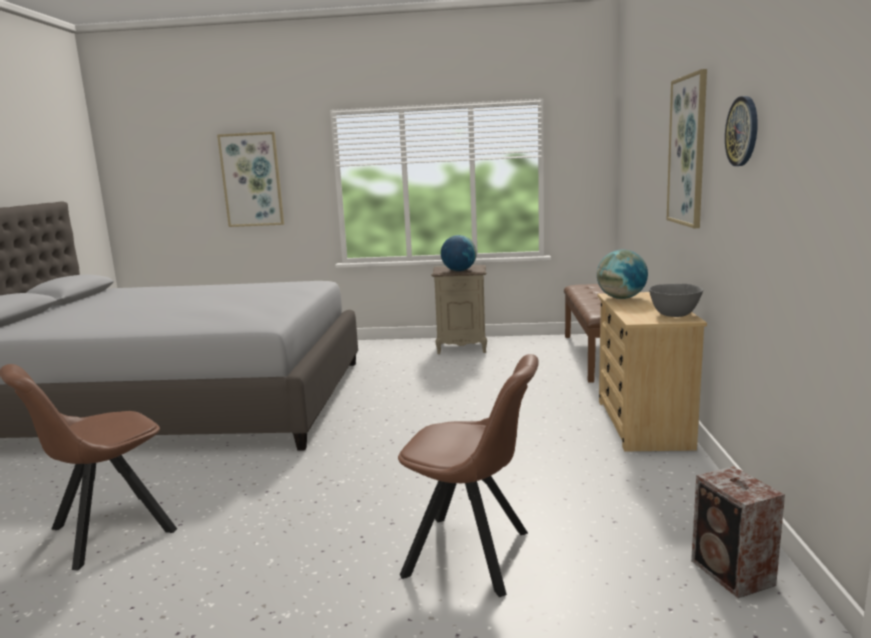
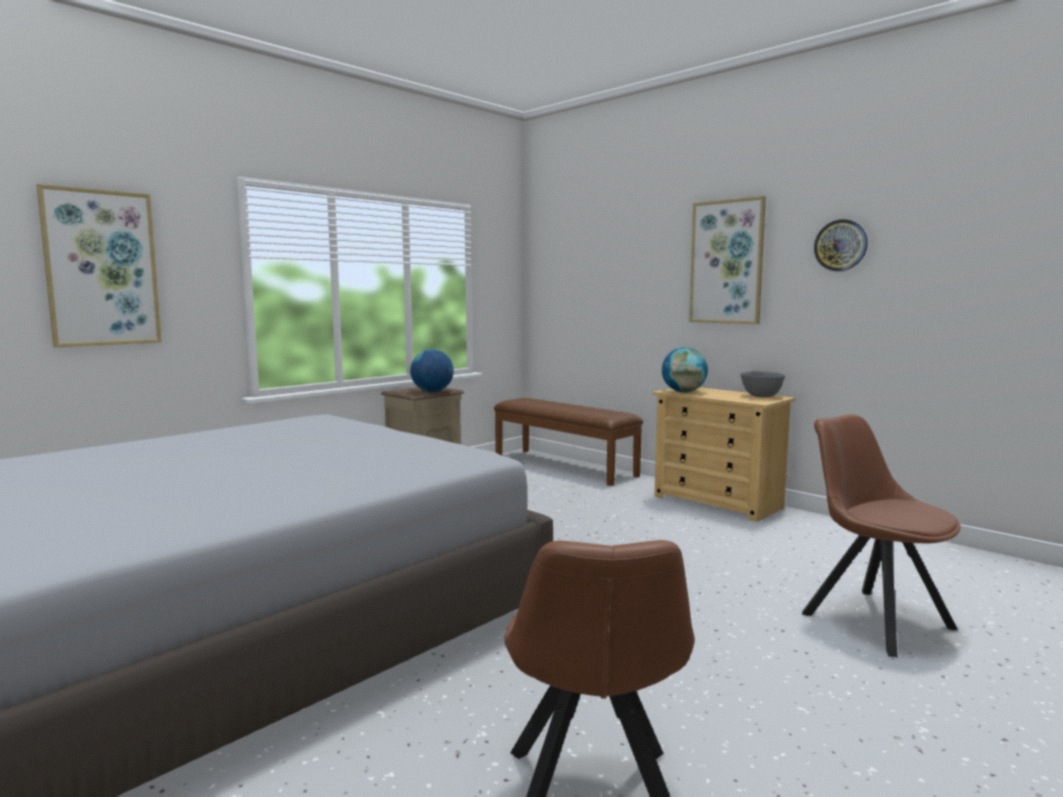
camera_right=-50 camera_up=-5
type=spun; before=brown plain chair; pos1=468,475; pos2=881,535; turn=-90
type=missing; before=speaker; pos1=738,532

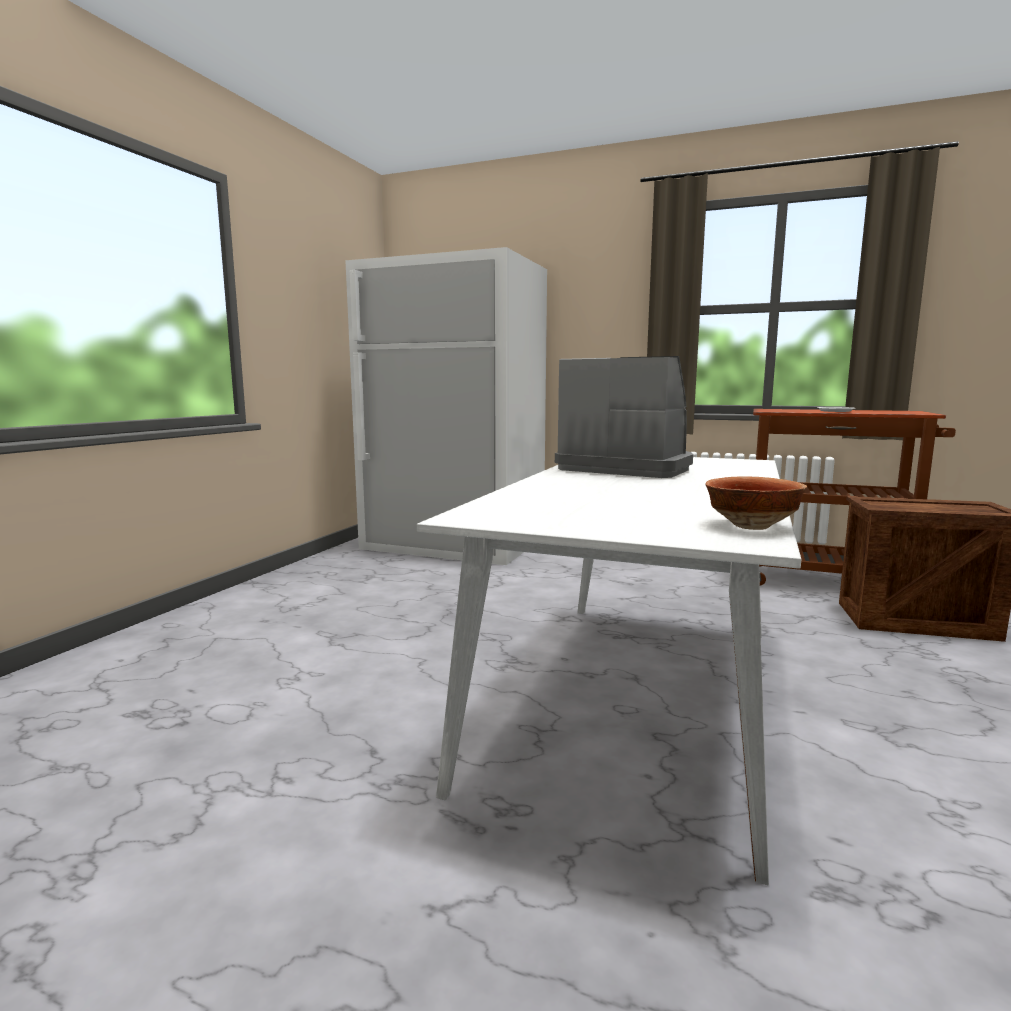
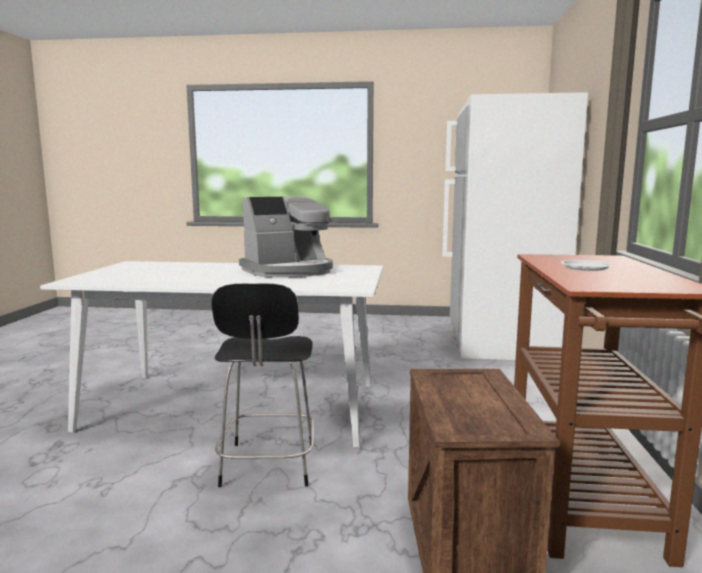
camera_right=75 camera_up=0
type=appeared; after=black plain chair; pos2=263,385
type=spun; before=coffee machine; pos1=624,417; pos2=286,237; turn=45
type=missing; before=serving bowl; pos1=756,503

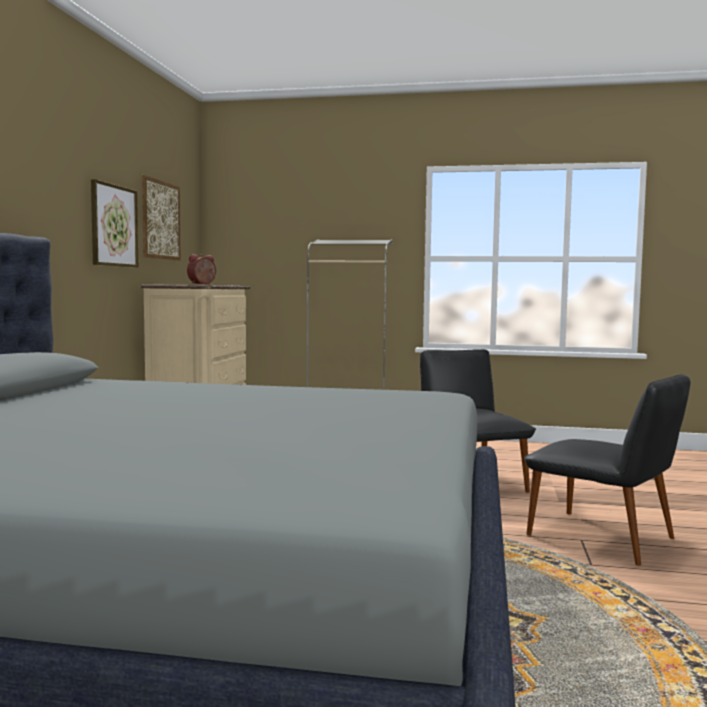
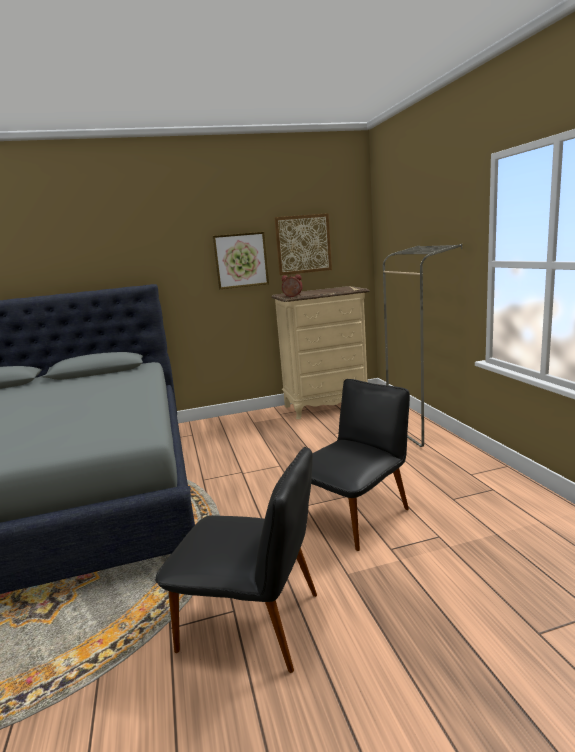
camera_right=65 camera_up=10
type=spun; before=black plain chair; pos1=607,470; pos2=236,560; turn=-90

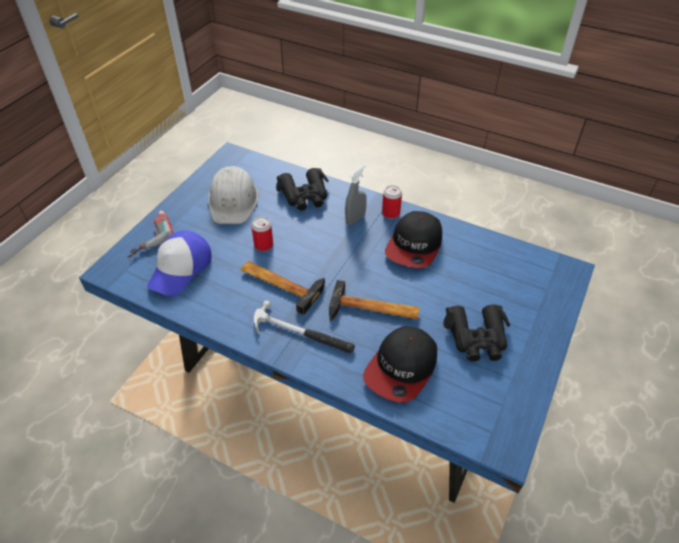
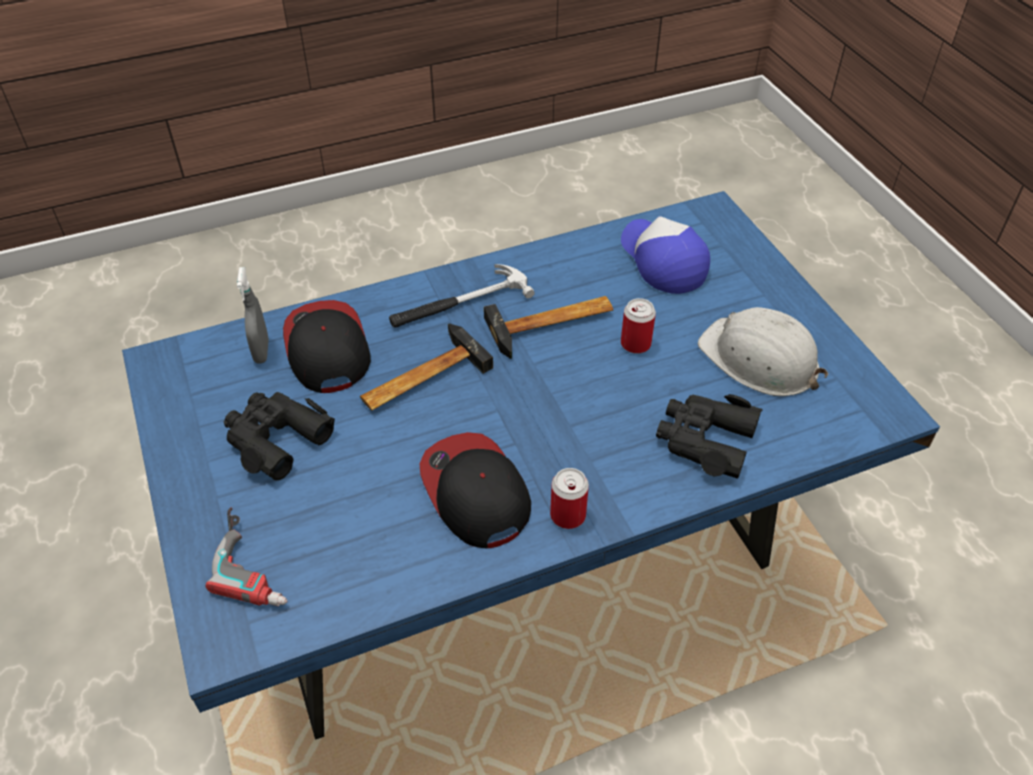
camera_right=130 camera_up=0
type=relocated; before=drill; pos1=150,234; pos2=246,556
type=relocated; before=greyish sprayer; pos1=356,195; pos2=253,315

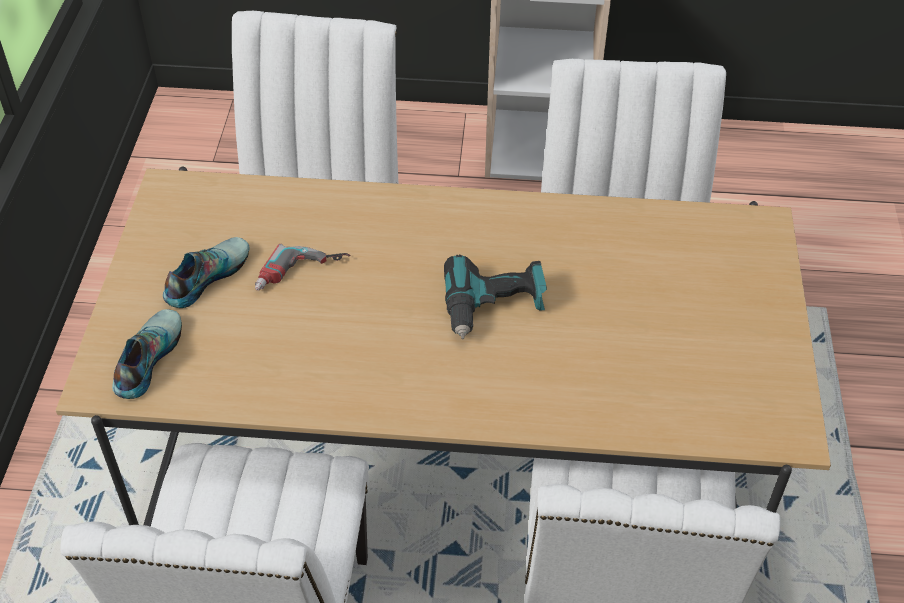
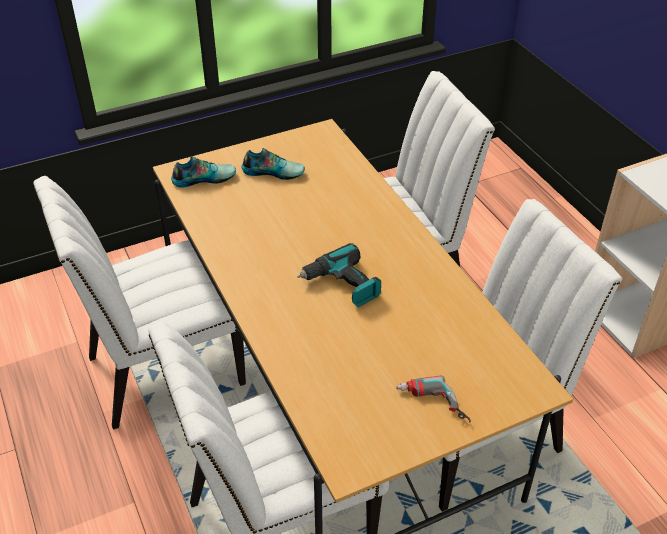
camera_right=60 camera_up=-5
type=relocated; before=drill; pos1=303,267; pos2=433,399

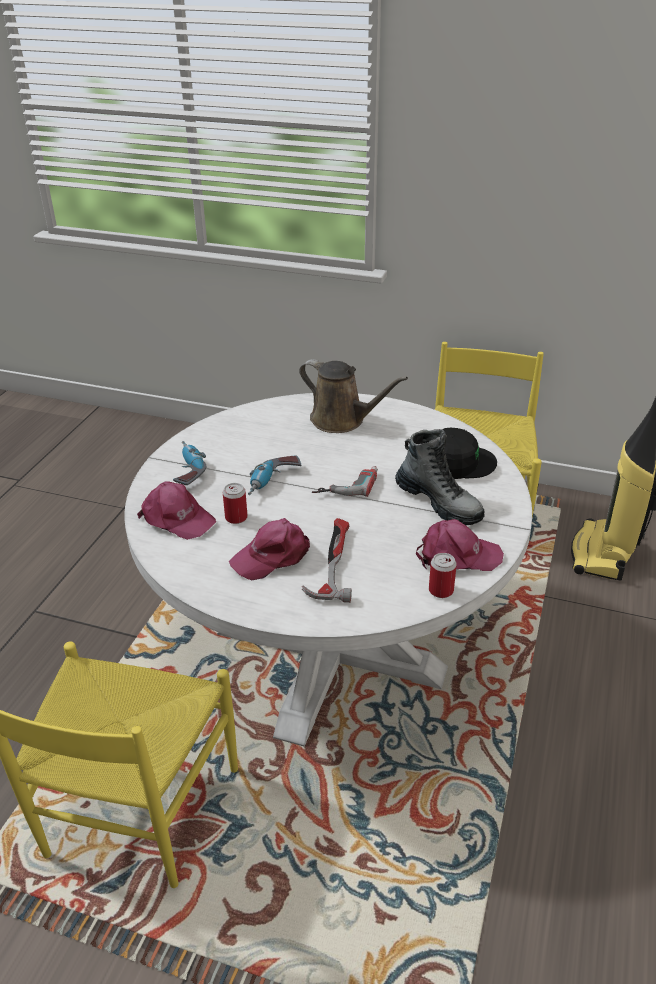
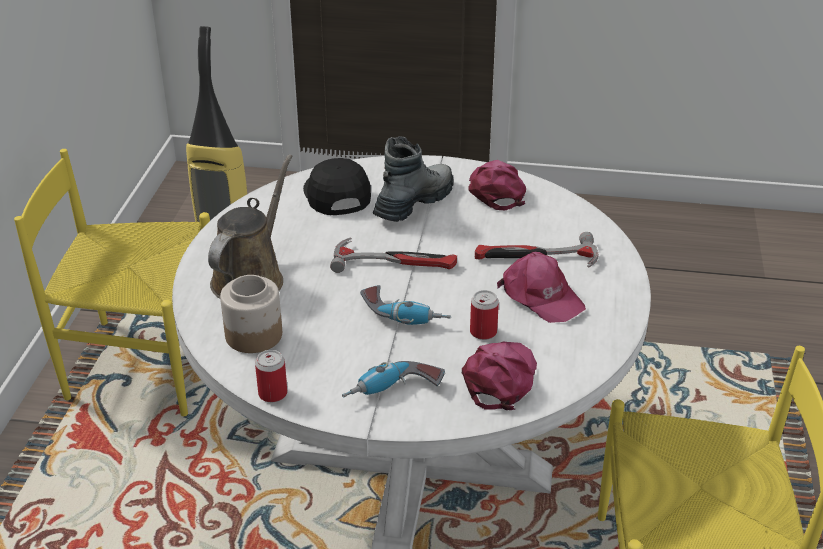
camera_right=-100 camera_up=0
type=appeared; after=jar; pos2=251,314
type=relocated; before=sealed can; pos1=443,575; pos2=271,376
type=exchanged; before=drill; after=tool hammer; pos1=345,481; pos2=393,255

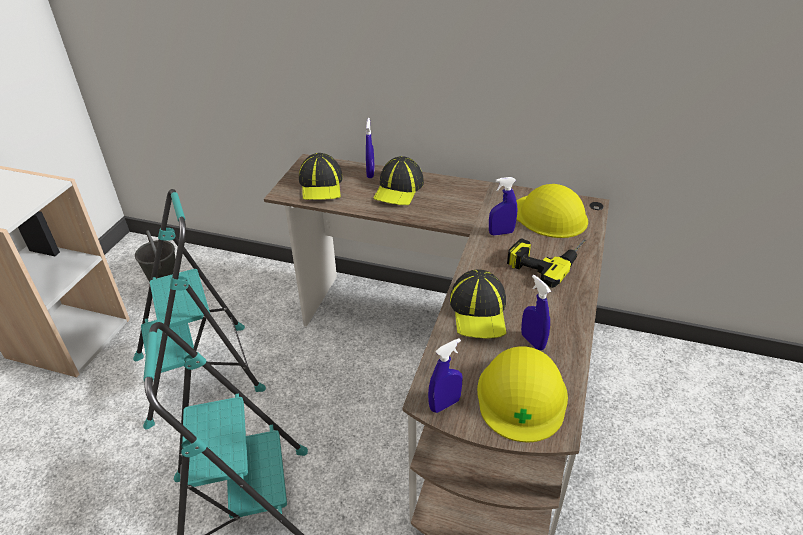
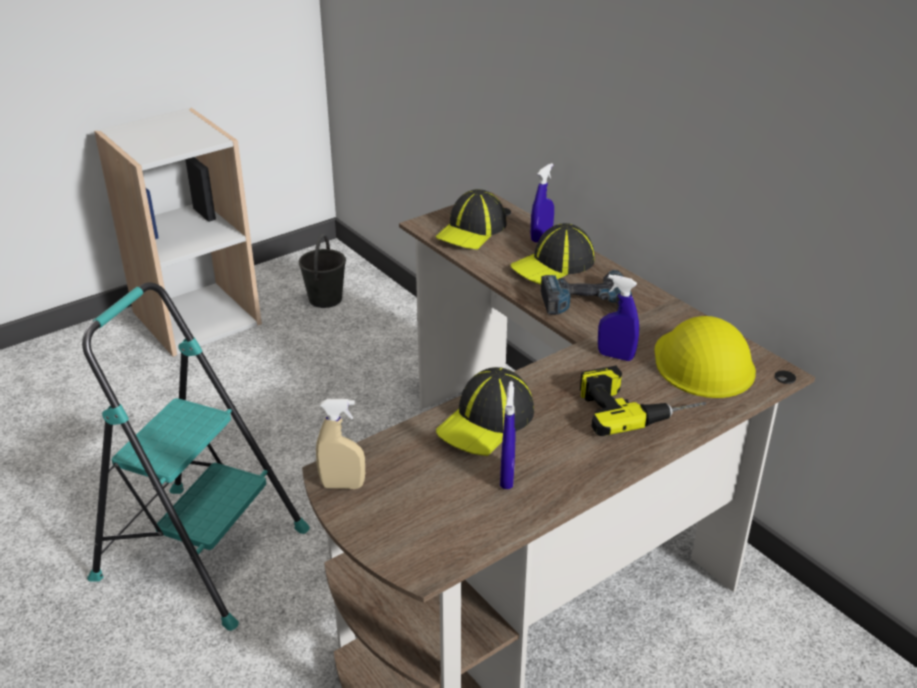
camera_right=35 camera_up=-5
type=colour; before=blue-coloured sprayer; after=beige sprayer; pos1=445,375; pos2=340,444
type=appeared; after=drill; pos2=586,292
type=missing; before=turquoise step stool; pos1=199,309
type=missing; before=yellow-coloured safety helmet; pos1=522,394

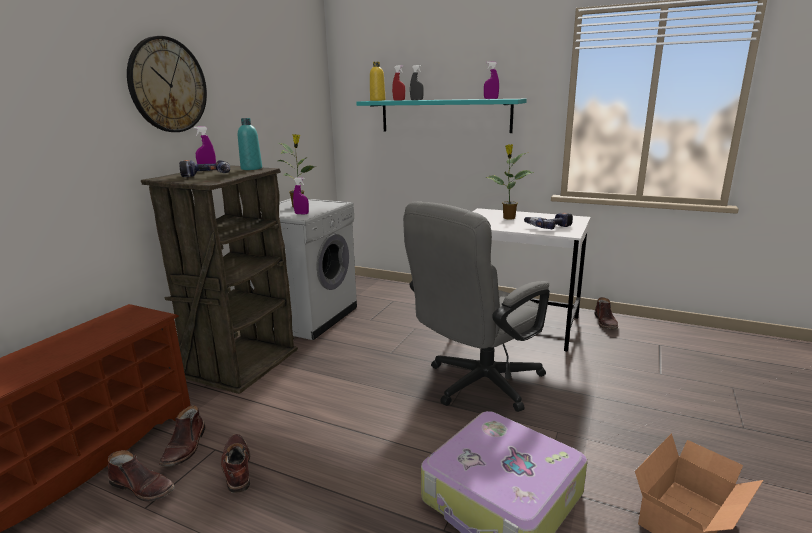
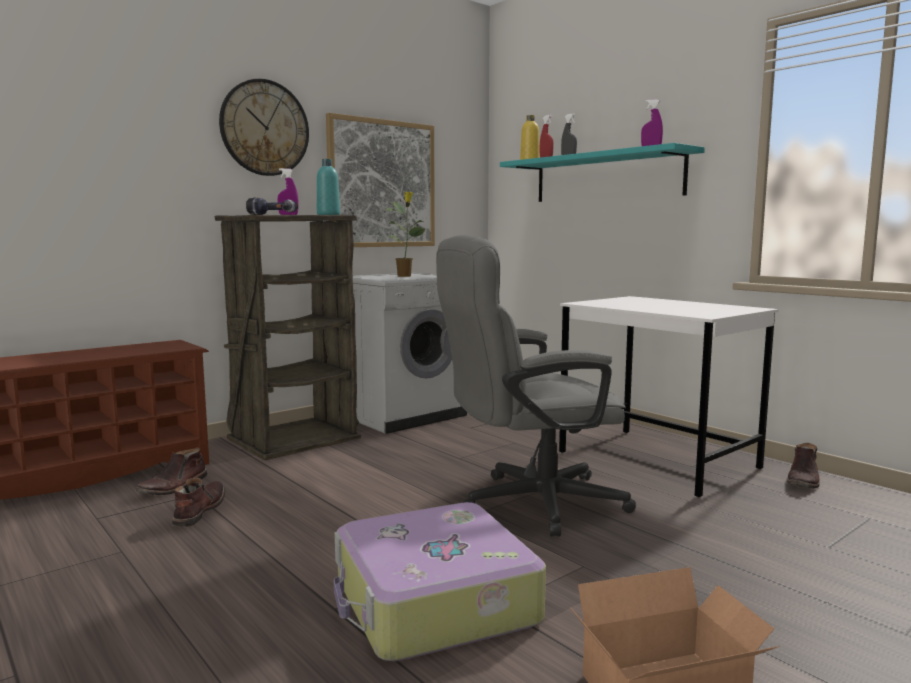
camera_right=25 camera_up=-10
type=appeared; after=picture; pos2=380,180
type=missing; before=brown boot; pos1=141,475
type=missing; before=purple-coloured sprayer; pos1=301,196
type=missing; before=houseplant; pos1=510,181
type=missing; before=drill; pos1=548,220

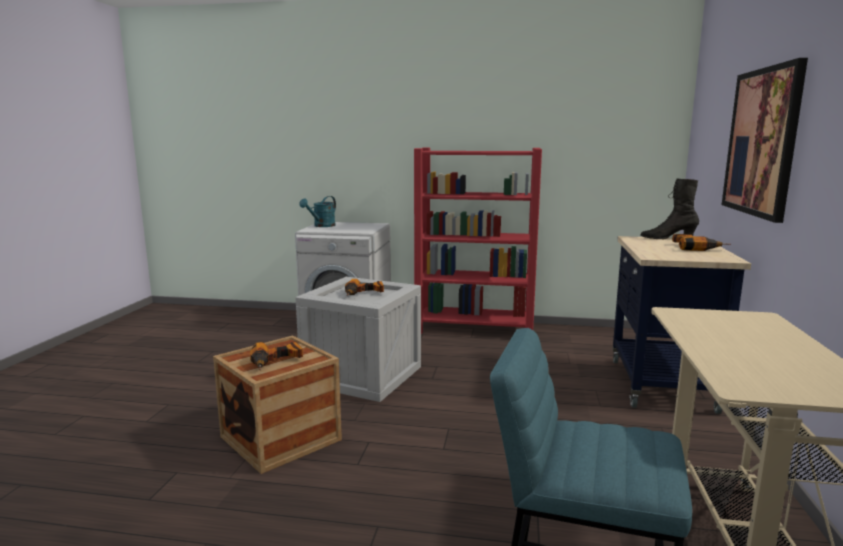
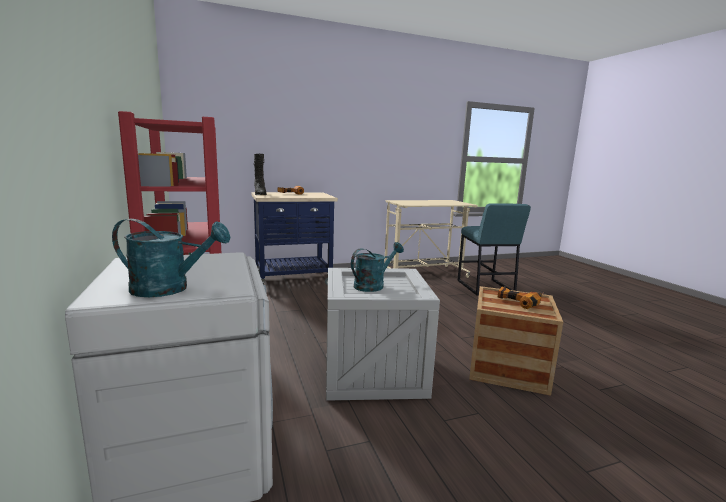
camera_right=-120 camera_up=0
type=exchanged; before=drill; after=turquoise watering pot; pos1=364,287; pos2=377,267
type=missing; before=picture; pos1=765,140

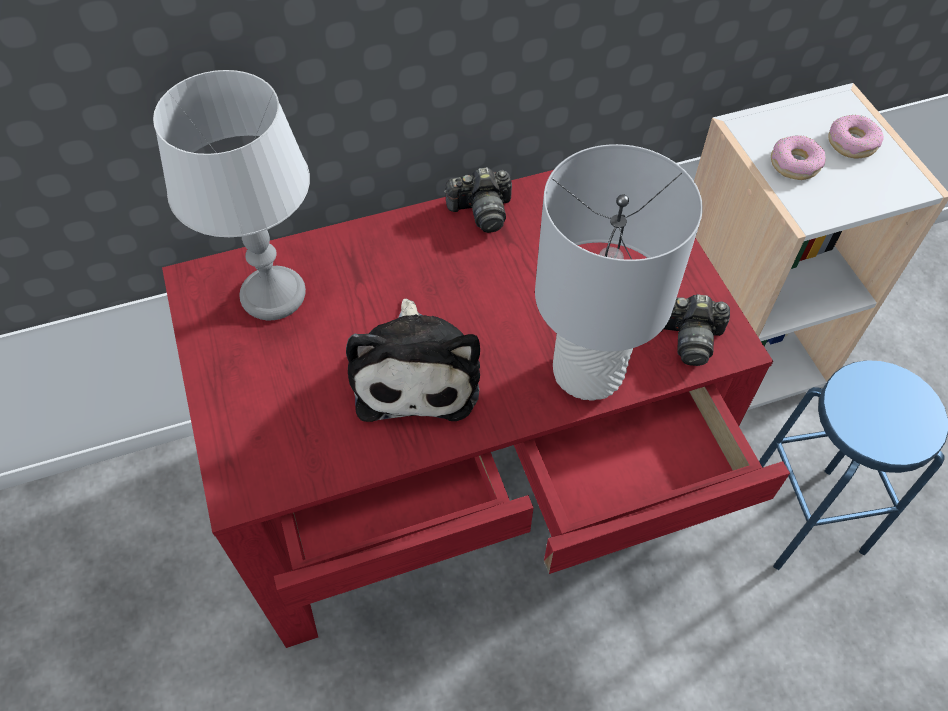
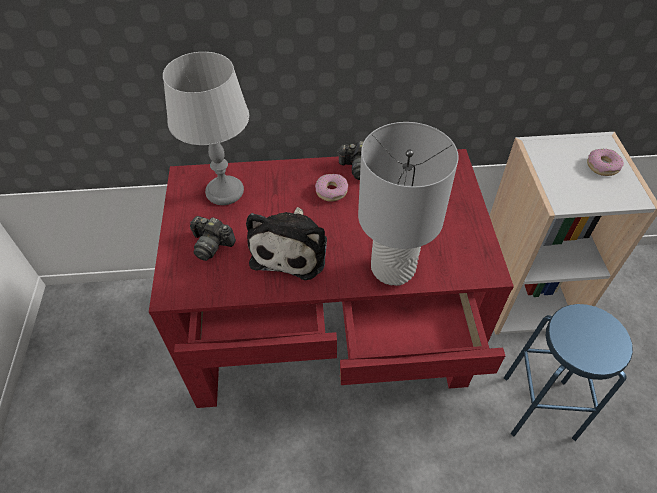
camera_right=15 camera_up=-5
type=relocated; before=photo camera; pos1=695,330; pos2=213,238
type=relocated; before=donut; pos1=798,157; pos2=331,187

